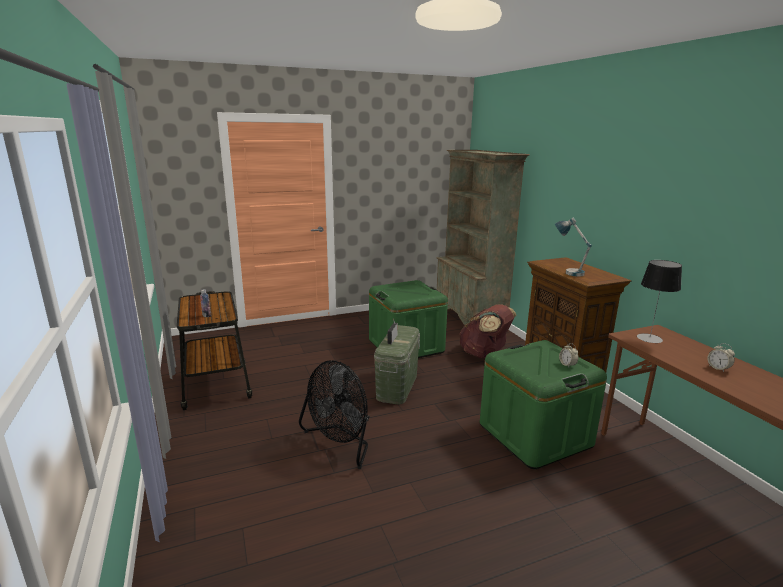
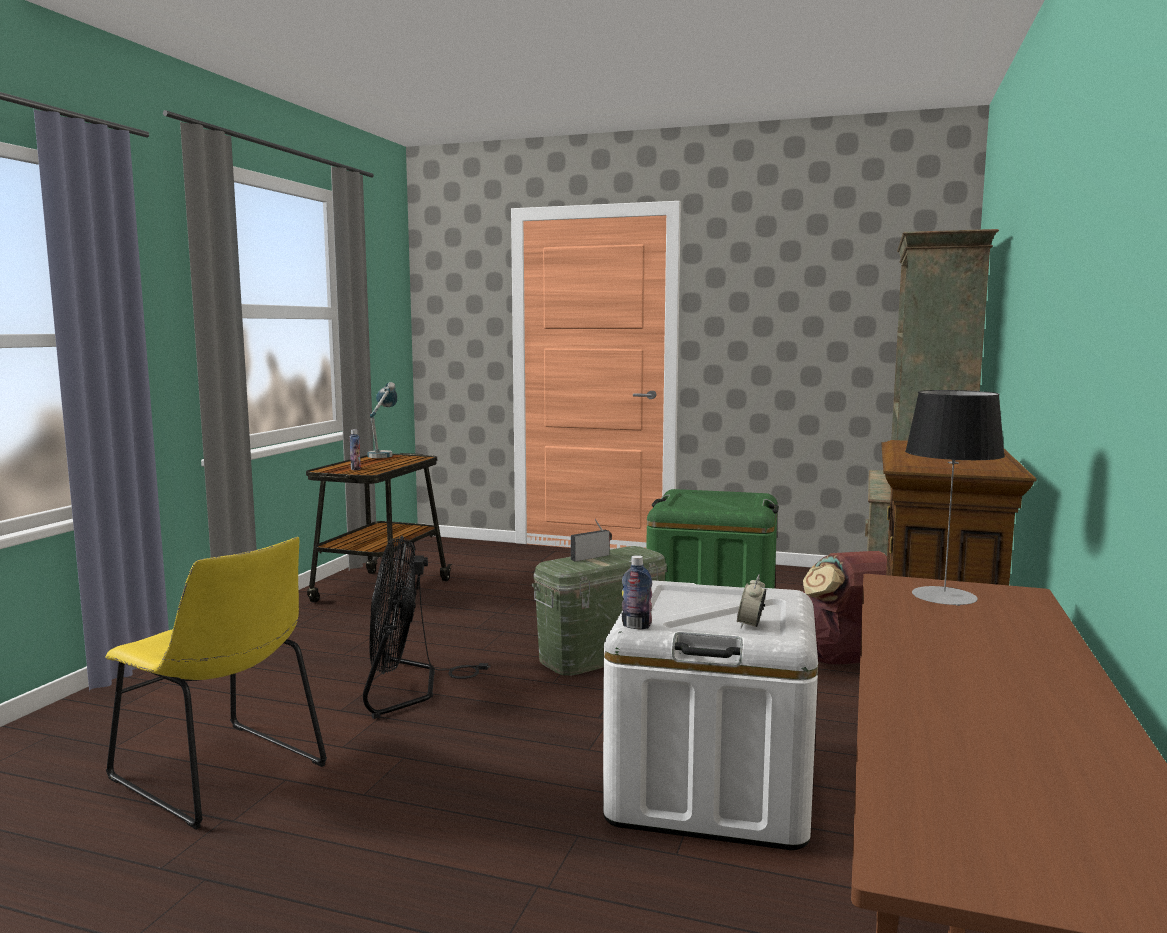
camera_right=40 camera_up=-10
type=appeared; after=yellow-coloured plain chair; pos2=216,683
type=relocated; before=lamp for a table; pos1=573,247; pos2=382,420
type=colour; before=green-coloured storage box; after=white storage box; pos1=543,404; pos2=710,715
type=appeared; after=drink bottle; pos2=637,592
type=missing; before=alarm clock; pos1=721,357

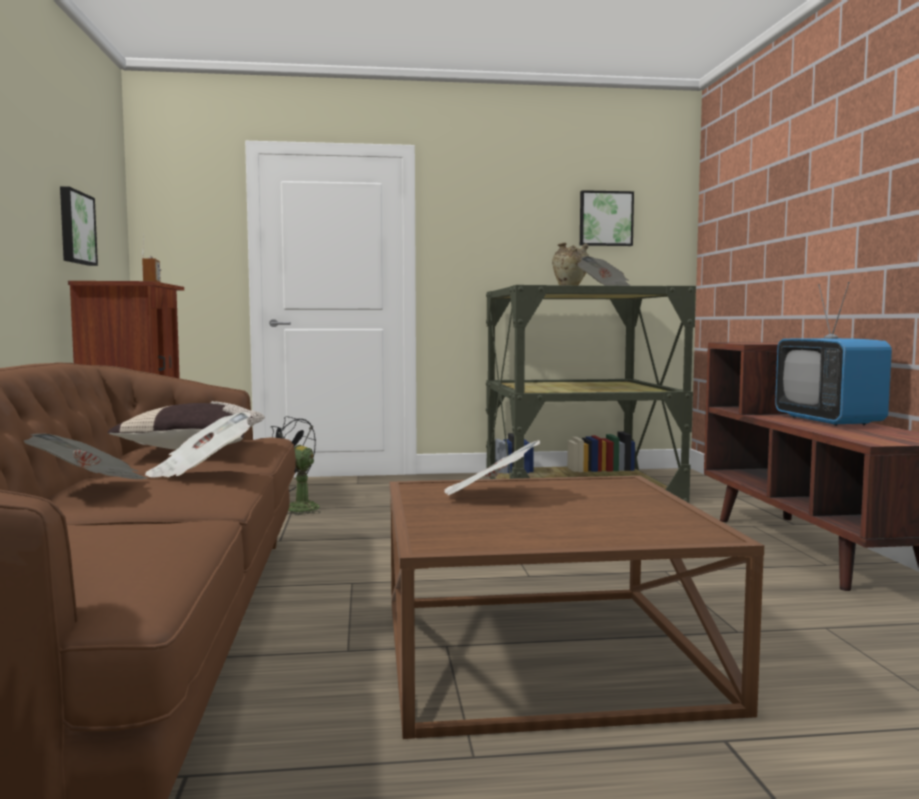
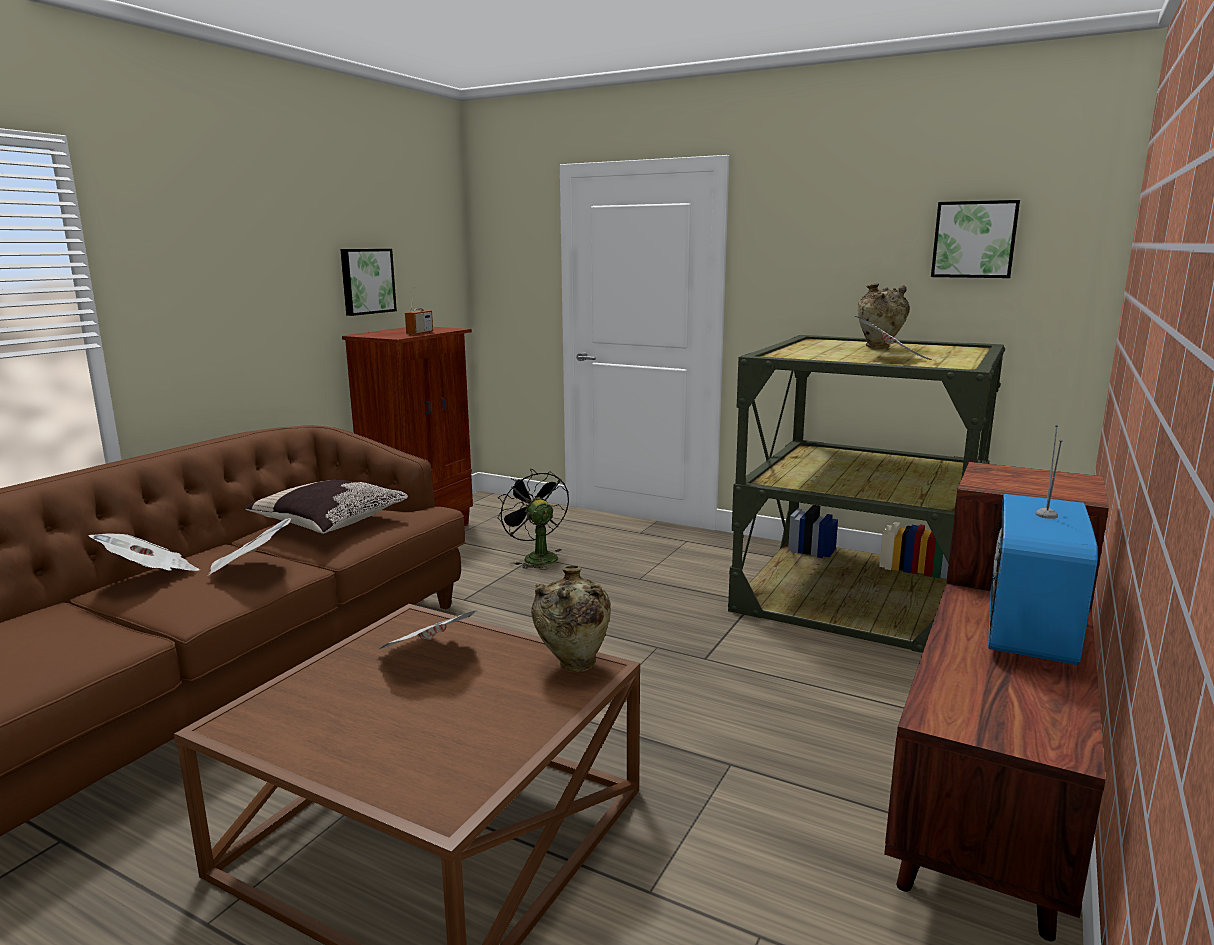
camera_right=35 camera_up=10
type=appeared; after=beige vase; pos2=571,619

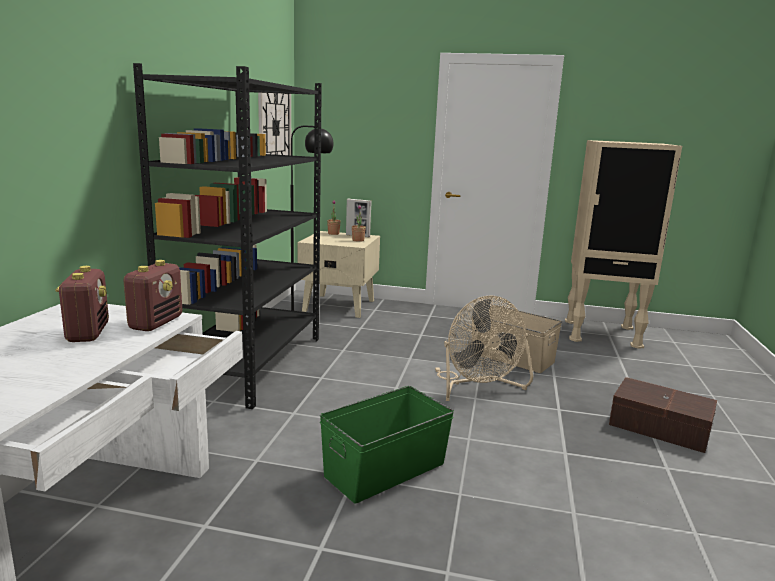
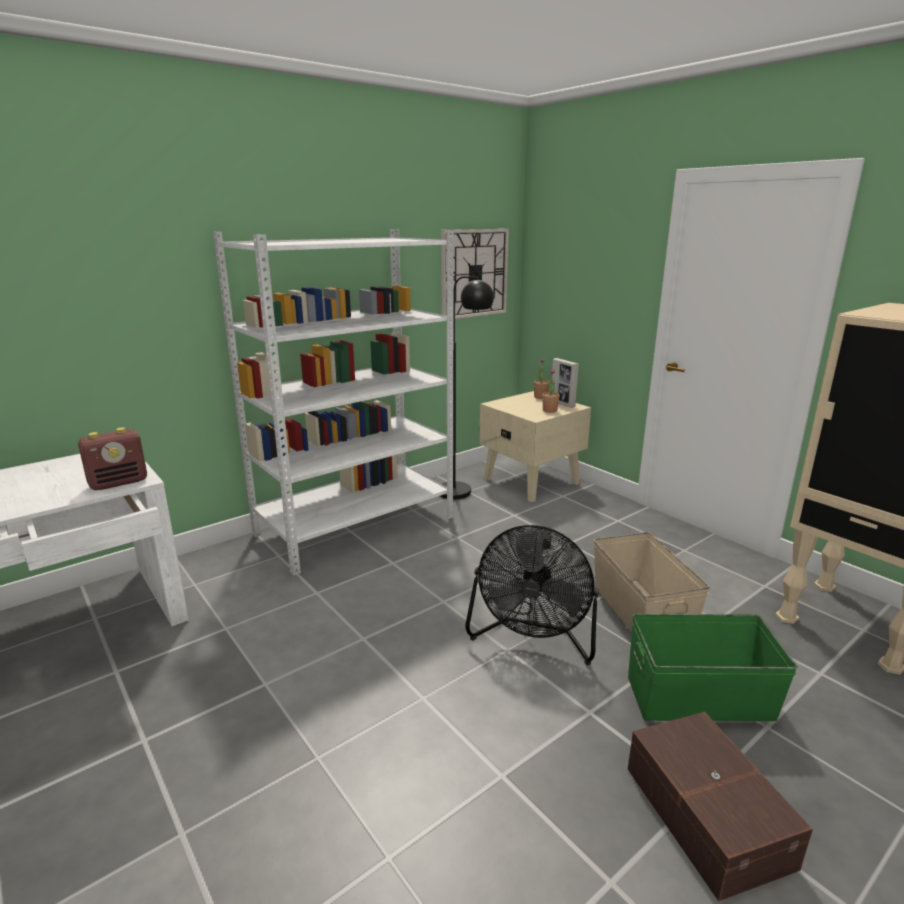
camera_right=40 camera_up=5
type=colour; before=black shelving unit; after=white shelving unit; pos1=227,236; pos2=333,402
type=colour; before=beige fan; after=black fan; pos1=484,348; pos2=532,595
type=relocated; before=green-coloured storage box; pos1=387,445; pos2=713,668
type=missing; before=radio; pos1=82,304

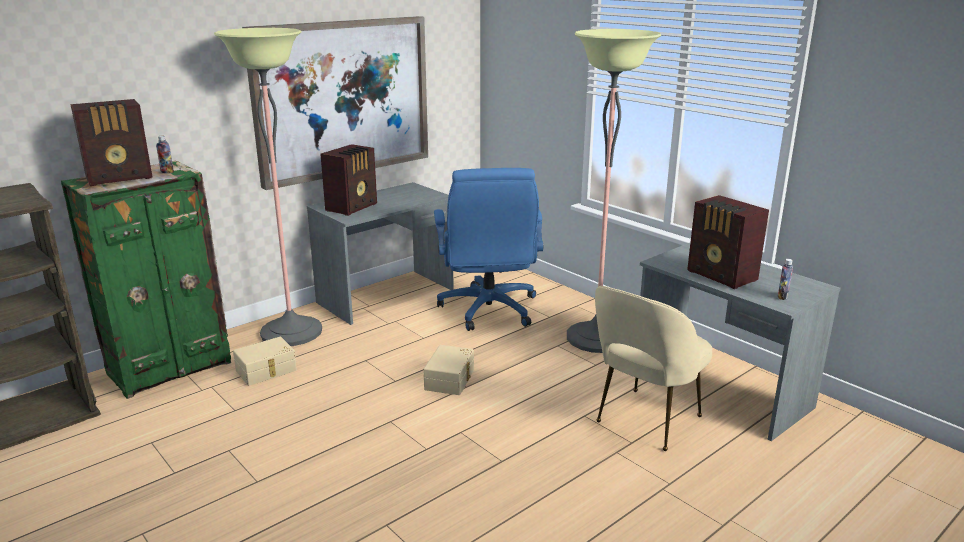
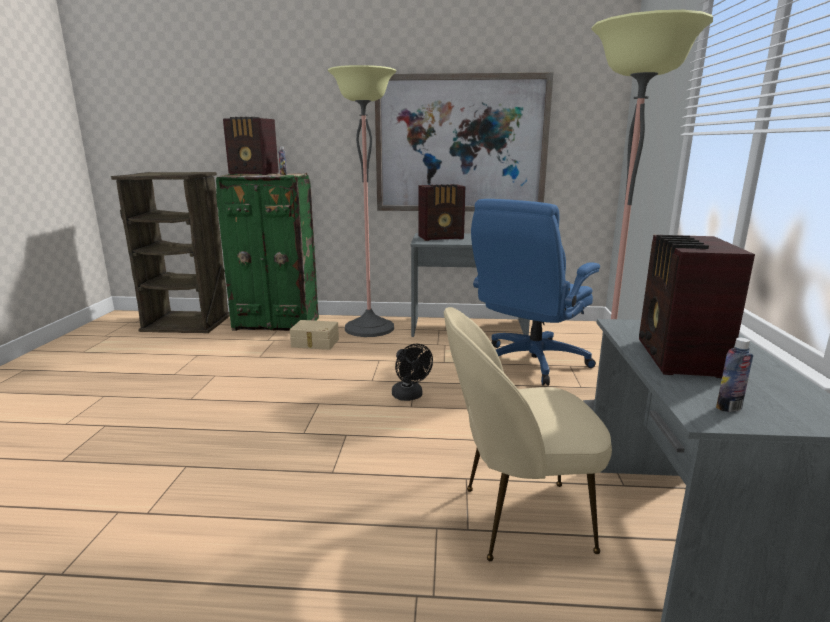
camera_right=45 camera_up=-5
type=exchanged; before=beige storage box; after=black fan; pos1=449,370; pos2=412,372

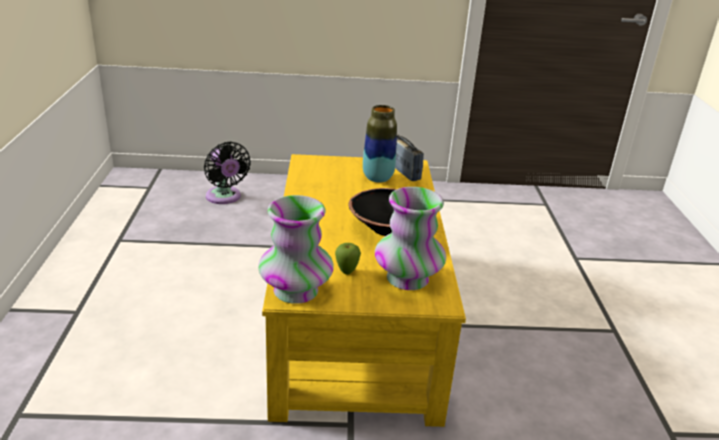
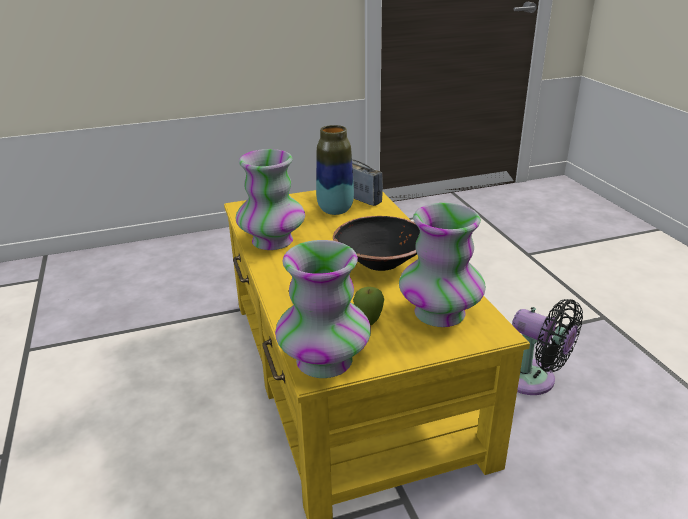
camera_right=-15 camera_up=0
type=appeared; after=vase; pos2=270,199
type=relocated; before=black fan; pos1=227,173; pos2=547,347

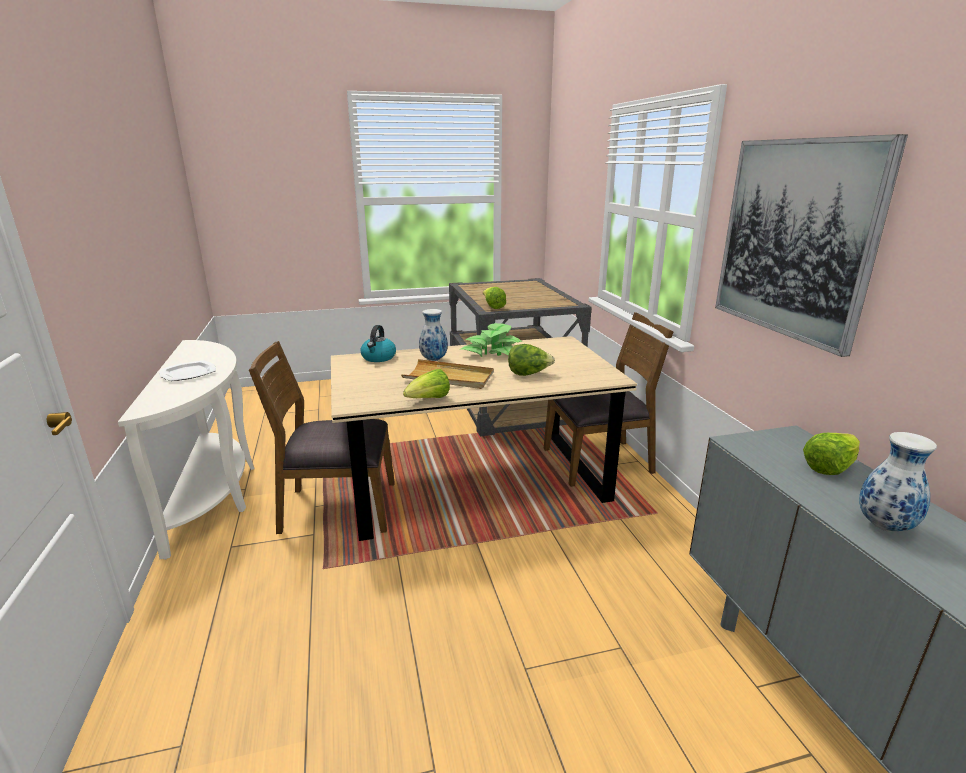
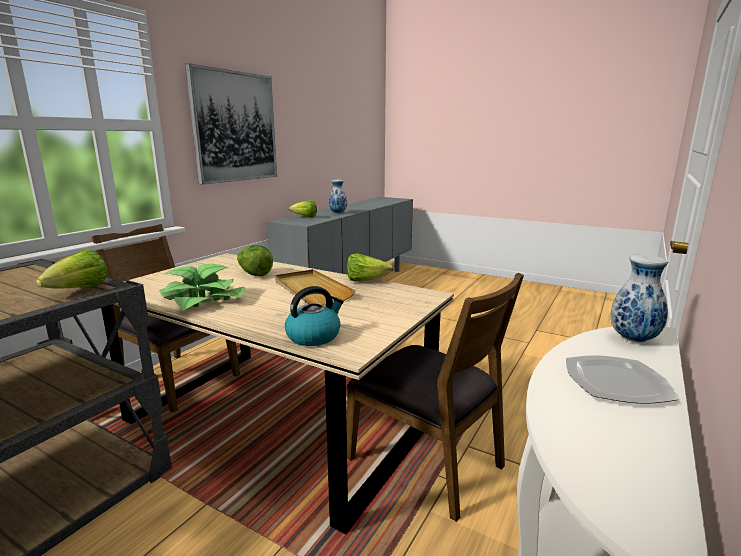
camera_right=-135 camera_up=-5
type=relocated; before=vase; pos1=433,335; pos2=639,299

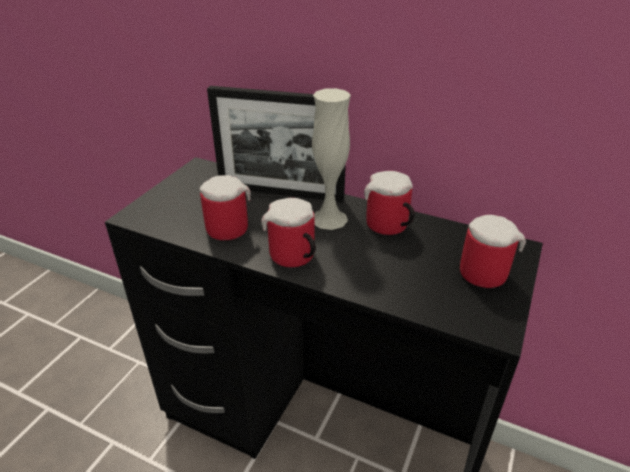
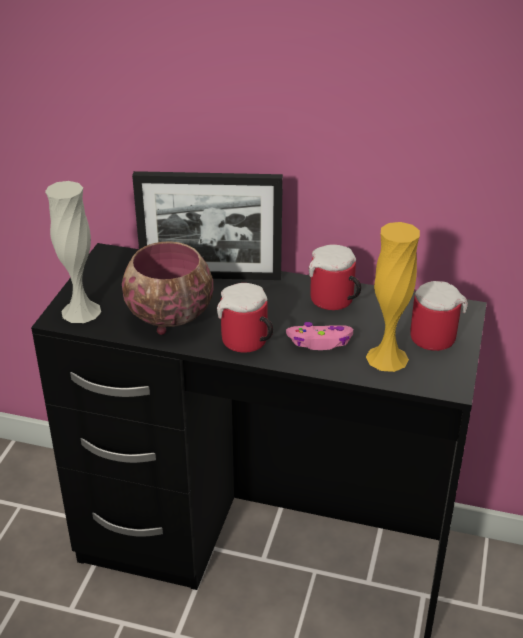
camera_right=-10 camera_up=0
type=relocated; before=white vase; pos1=331,159; pos2=73,252
type=exchanged; before=tea mug; after=serving bowl; pos1=225,207; pos2=167,288
type=appeared; after=pink-coloured game controller; pos2=319,336
type=appeared; after=yellow-coloured vase; pos2=393,297

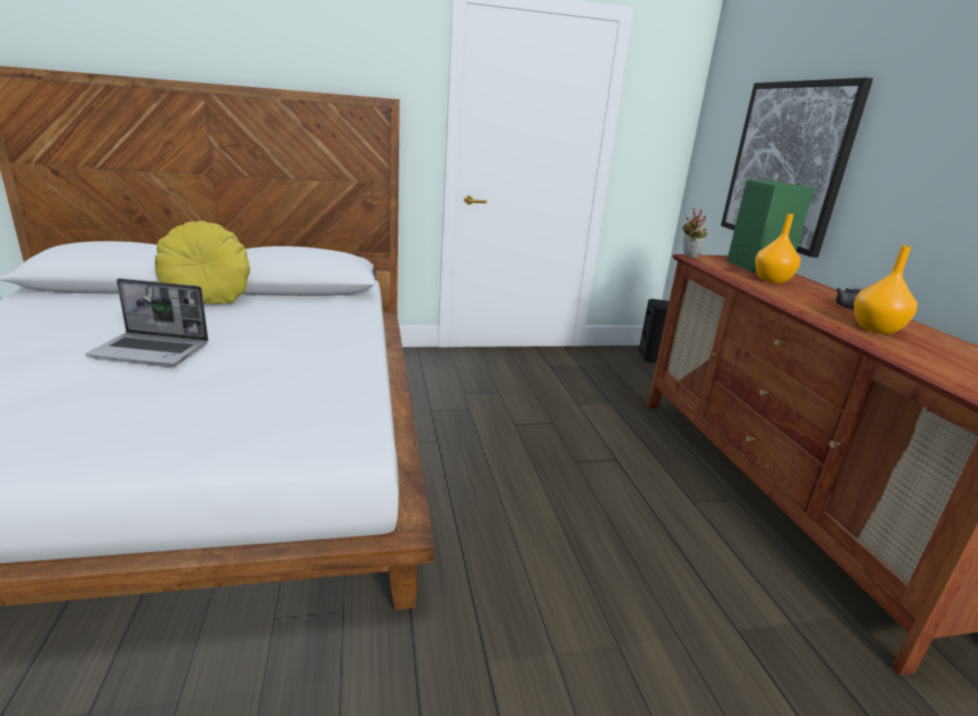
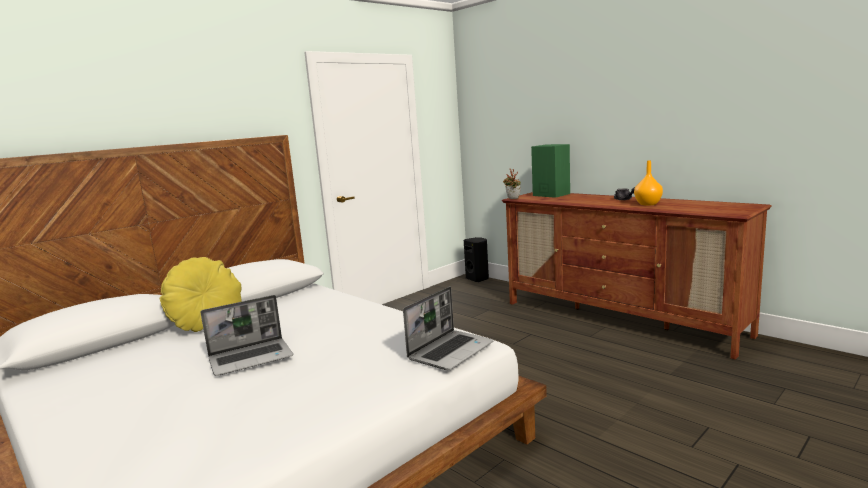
camera_right=-30 camera_up=-10
type=appeared; after=portable computer; pos2=448,328
type=missing; before=picture; pos1=797,168
type=missing; before=orange vase; pos1=778,249

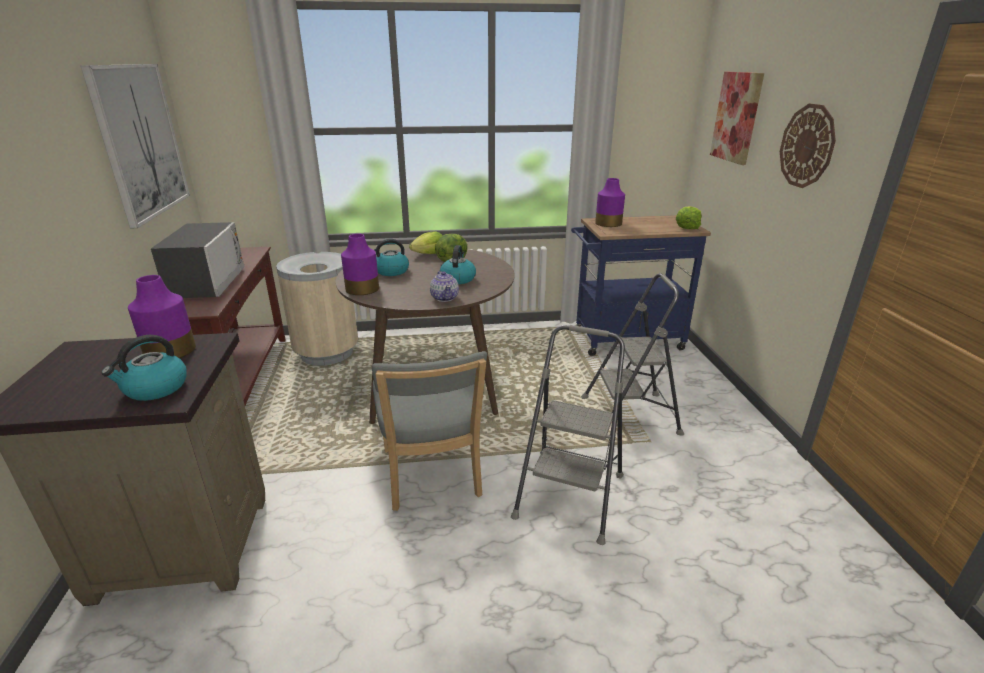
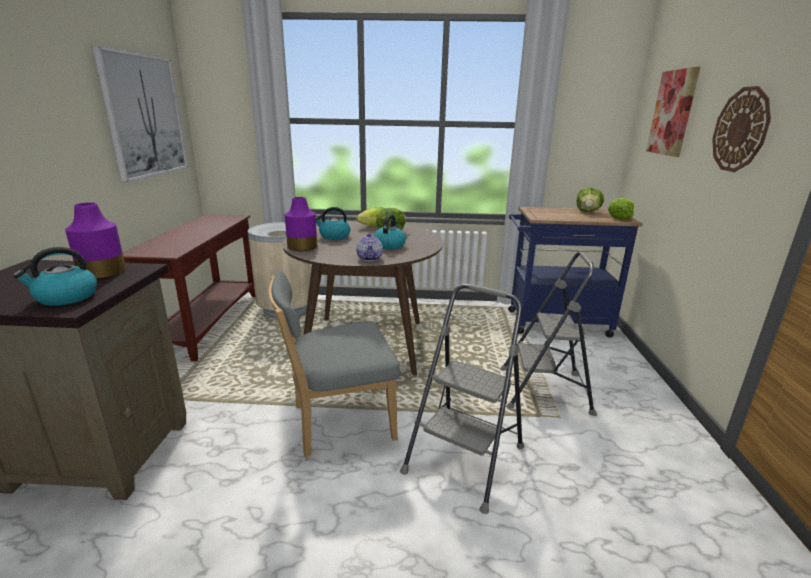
camera_right=10 camera_up=-5
type=spun; before=greyish plain chair; pos1=429,431; pos2=334,364; turn=75
type=appeared; after=head of lettuce; pos2=590,199
type=missing; before=kitchen microwave; pos1=198,260
type=missing; before=purple-coloured vase; pos1=610,202

